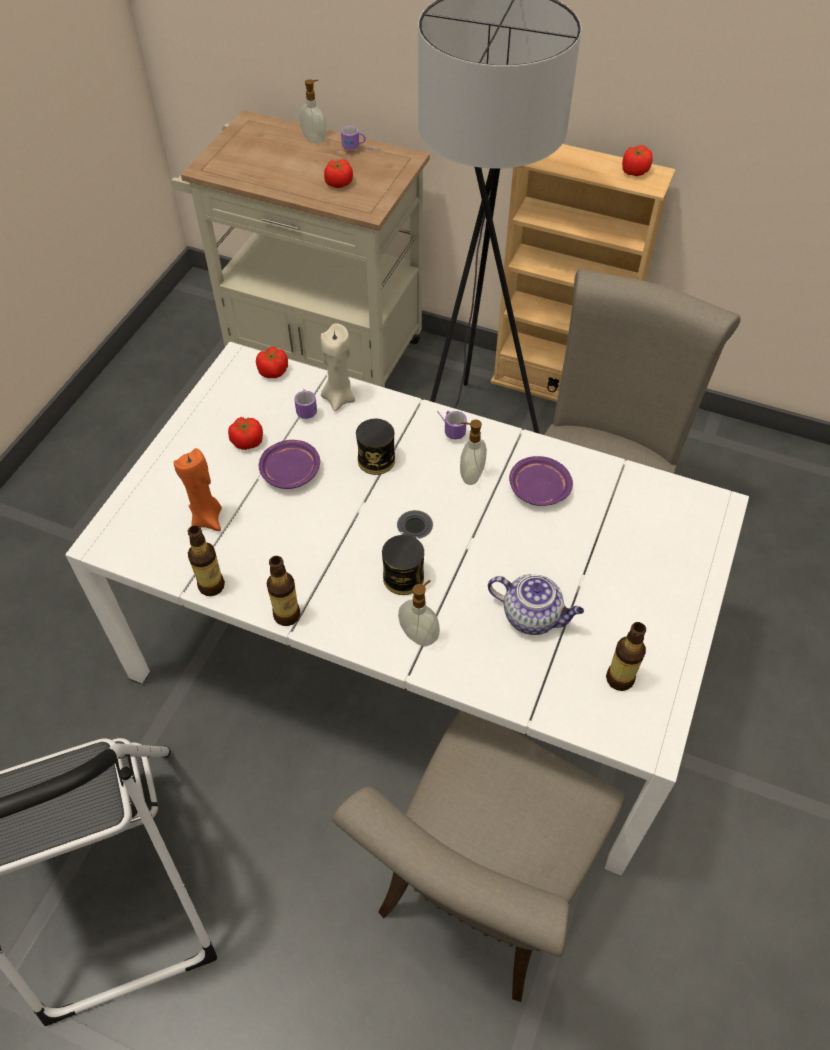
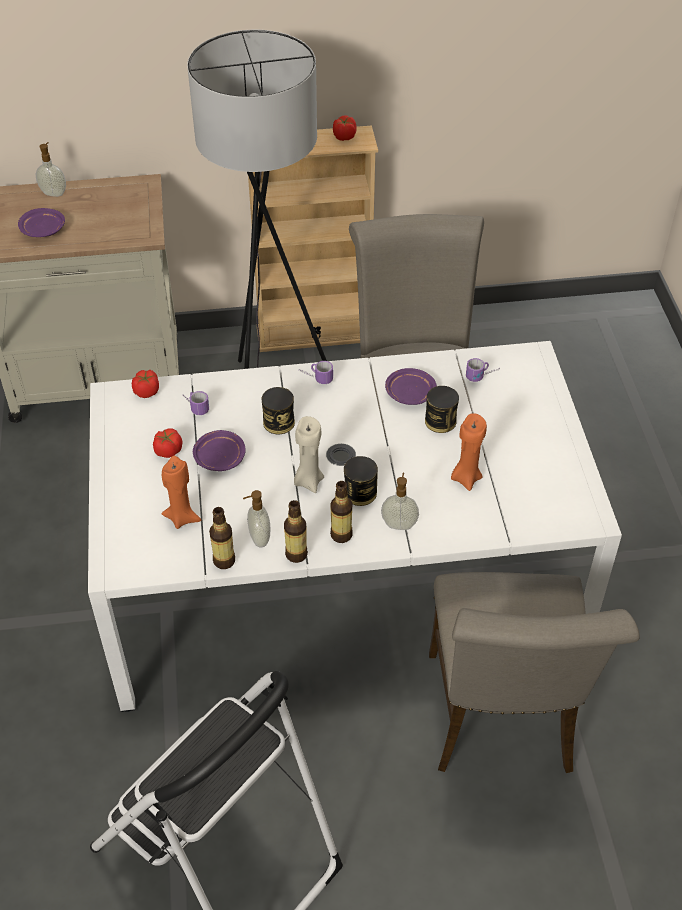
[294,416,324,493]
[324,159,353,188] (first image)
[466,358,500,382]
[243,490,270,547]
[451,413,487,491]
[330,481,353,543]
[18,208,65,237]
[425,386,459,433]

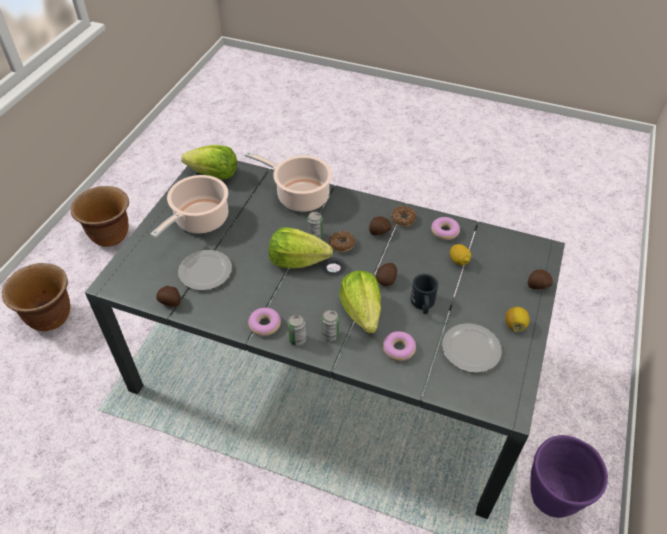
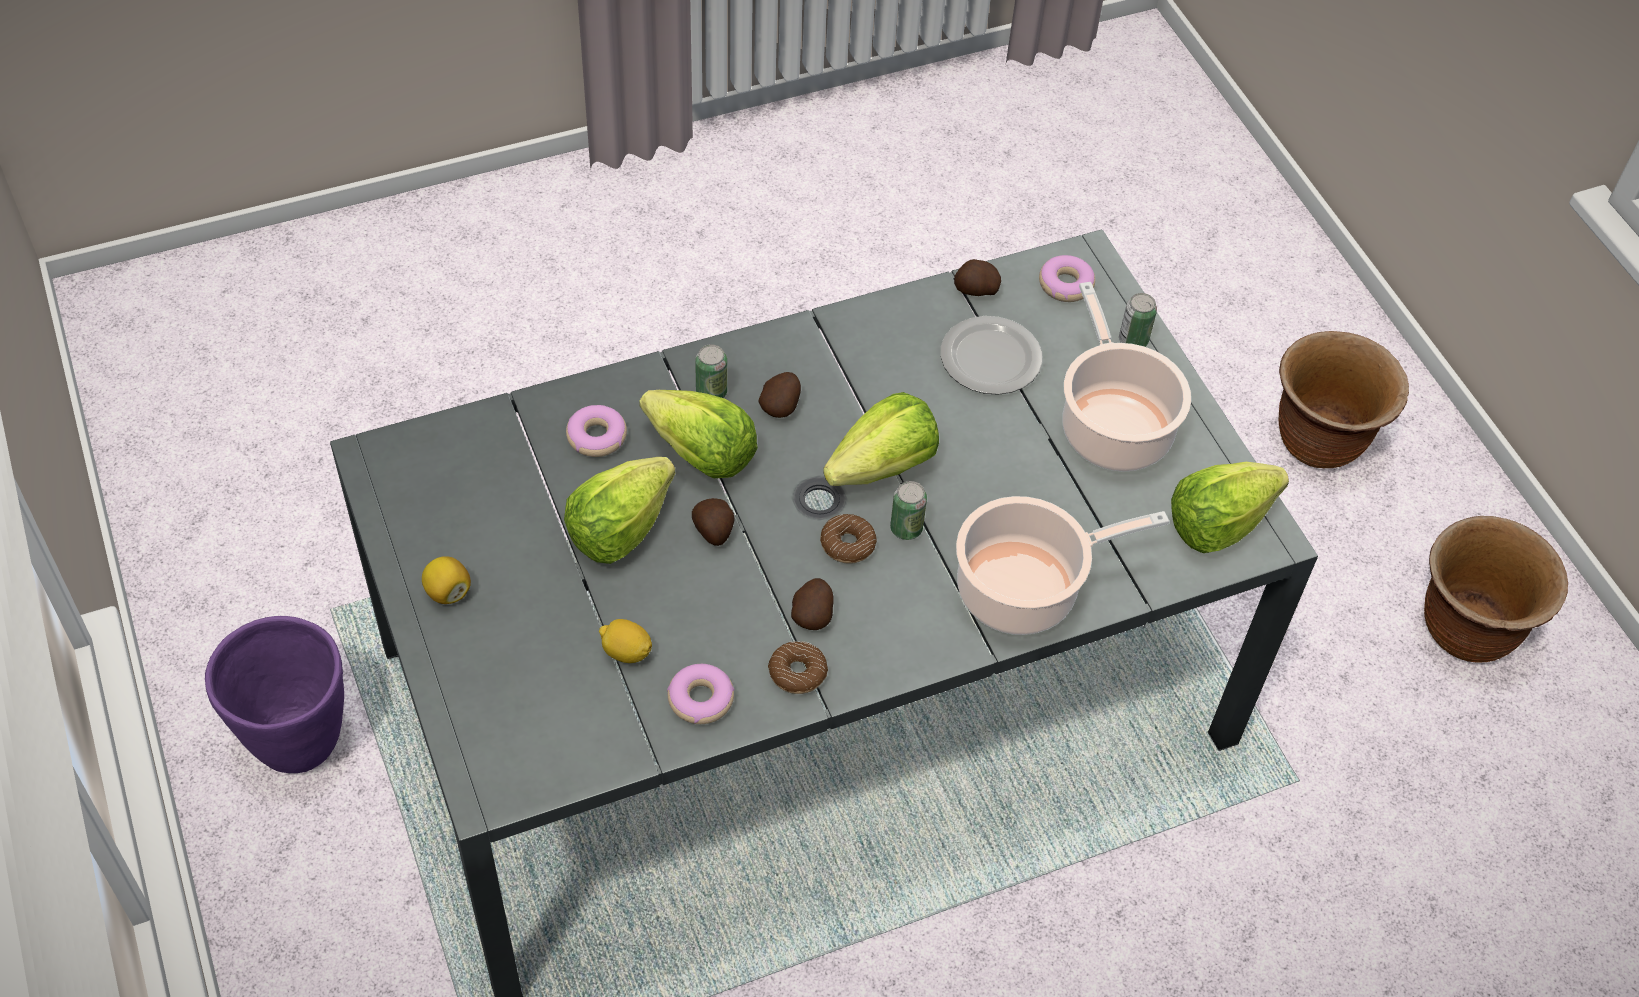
[1039,255,1095,302]
[1119,293,1157,347]
[564,457,675,564]
[442,323,502,373] (first image)
[758,372,801,418]

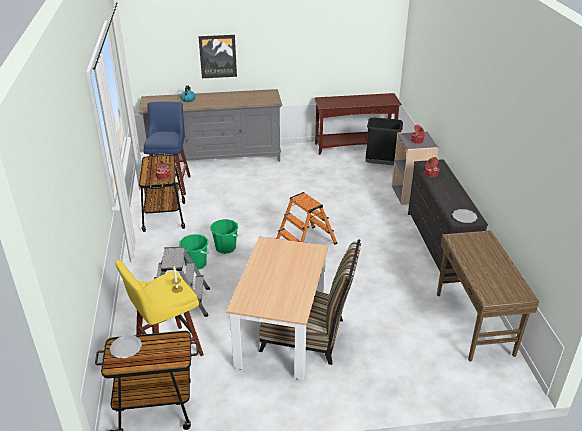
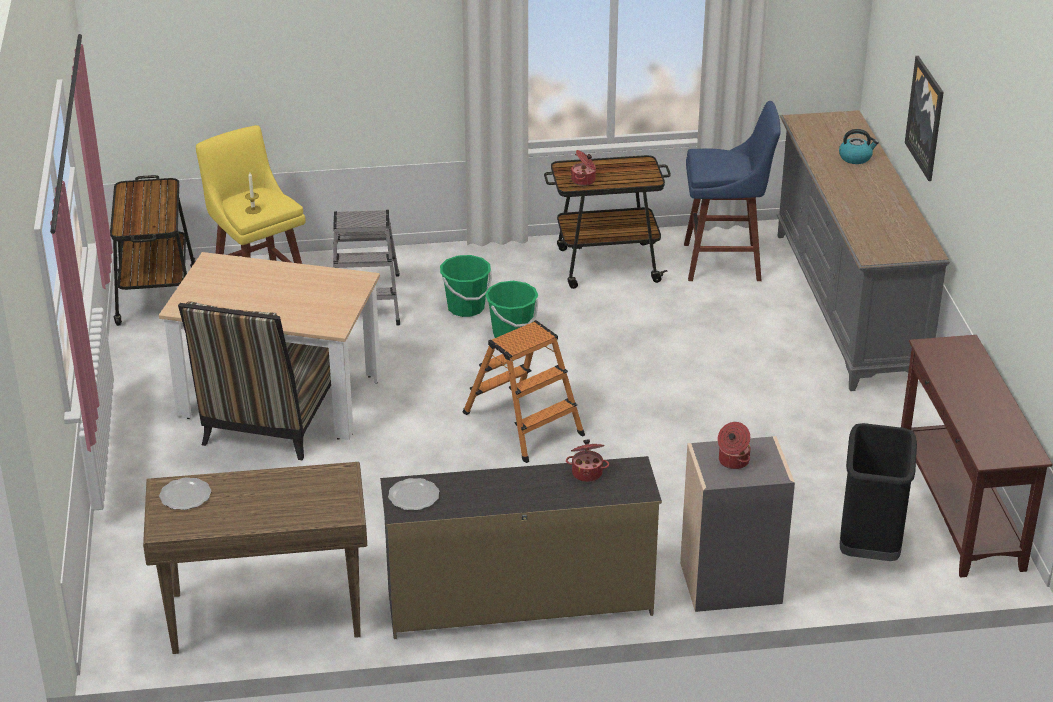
[159,477,211,510]

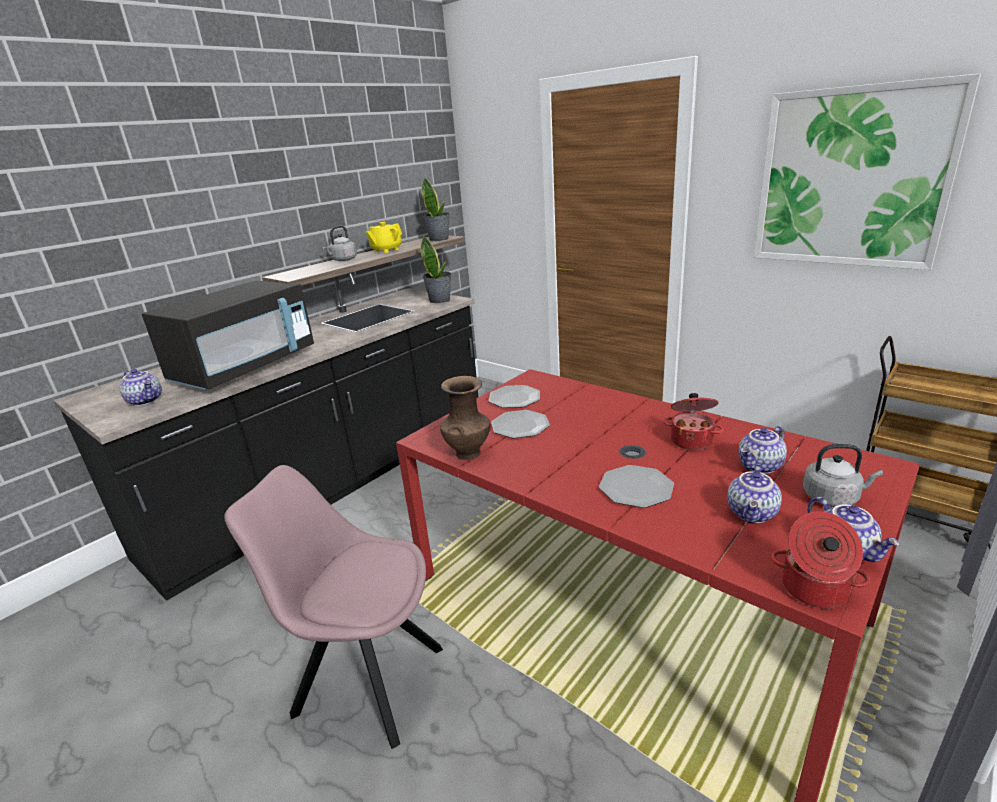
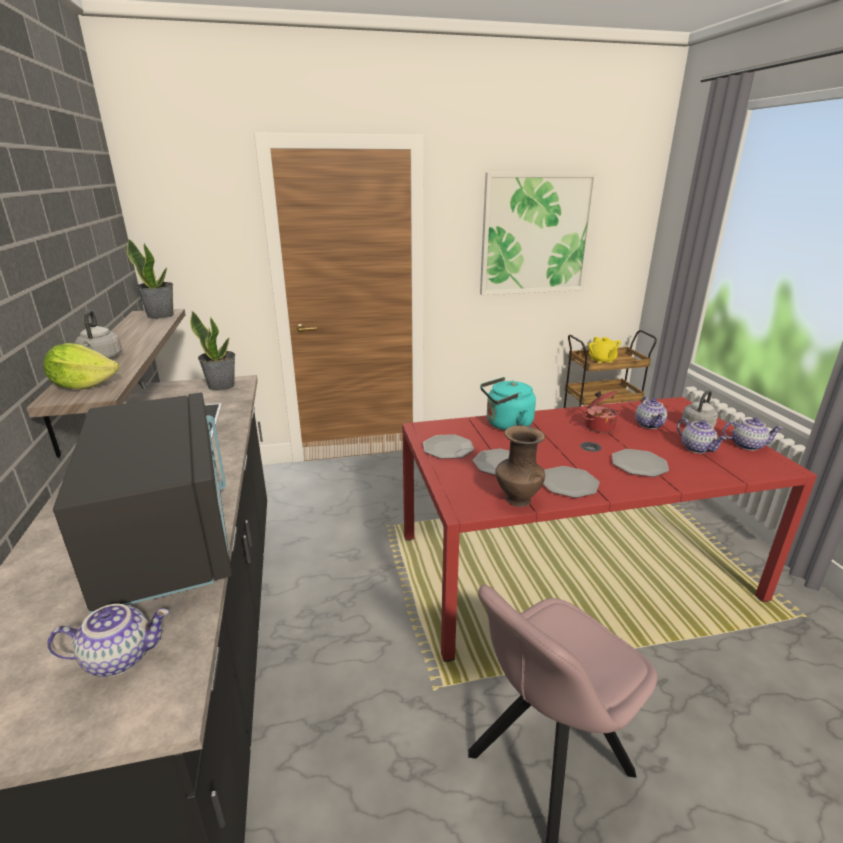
[588,337,621,363]
[771,511,870,609] (first image)
[43,343,119,389]
[480,377,536,430]
[543,466,600,498]

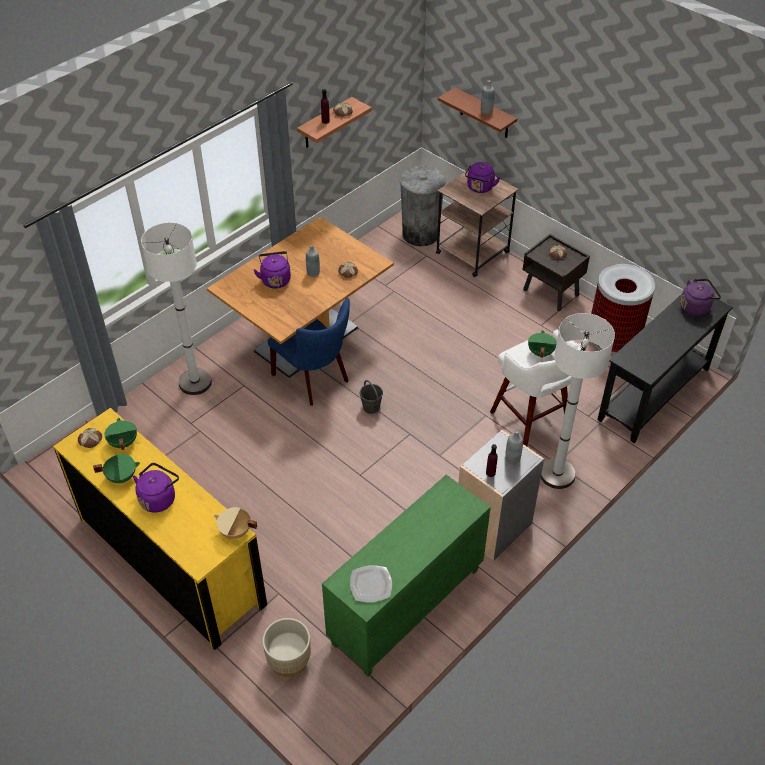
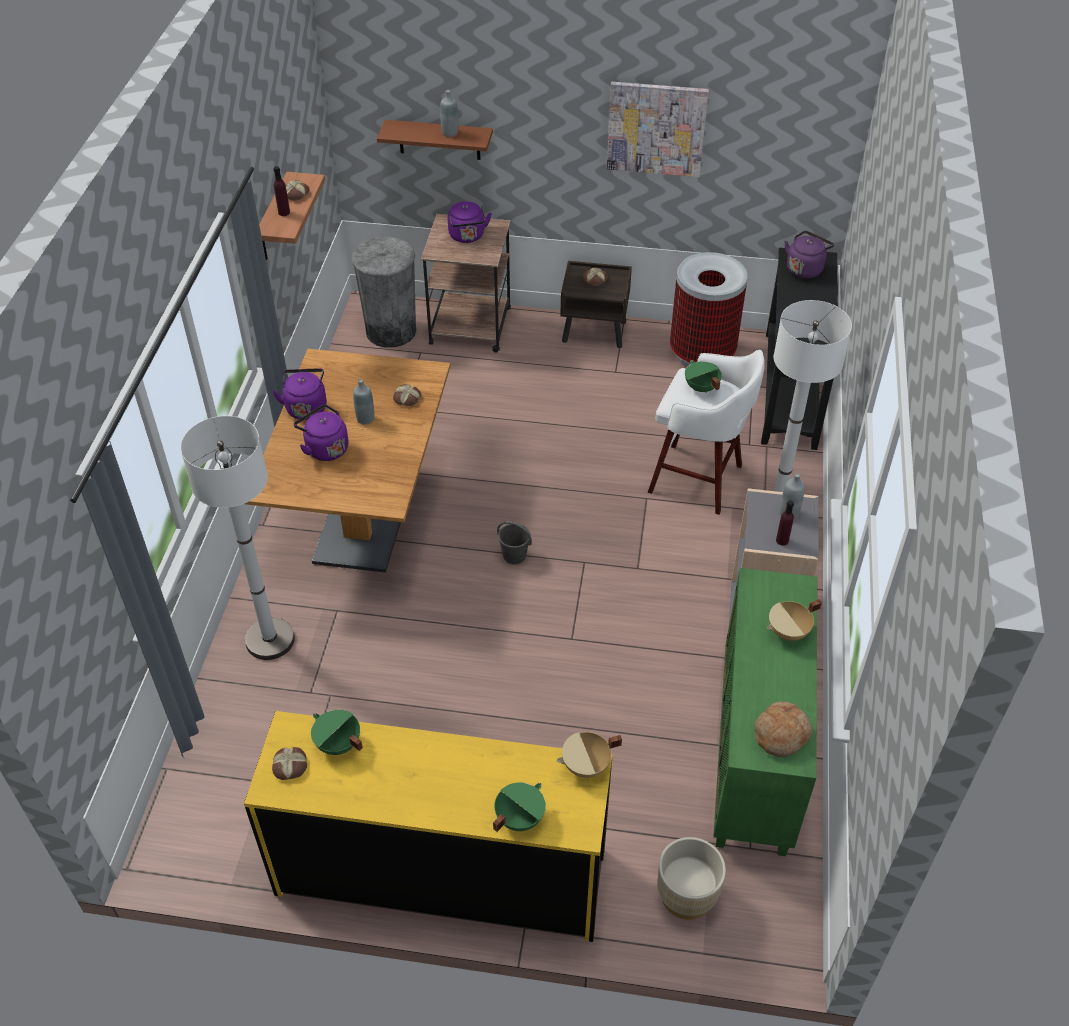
[493,782,546,832]
[273,368,327,420]
[268,298,350,406] (first image)
[755,701,812,757]
[607,82,709,177]
[767,599,822,641]

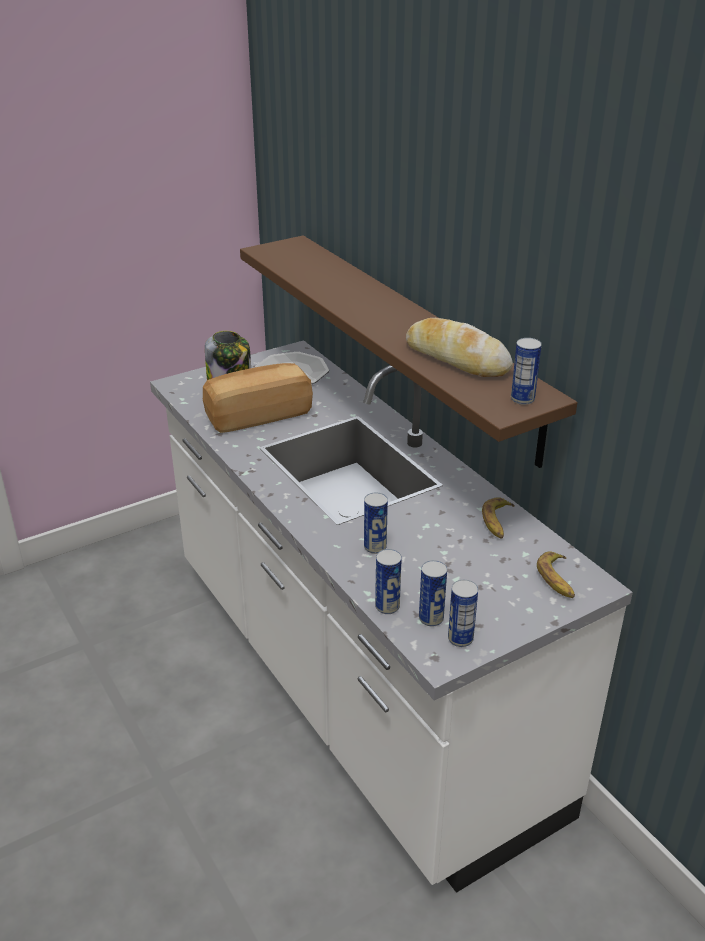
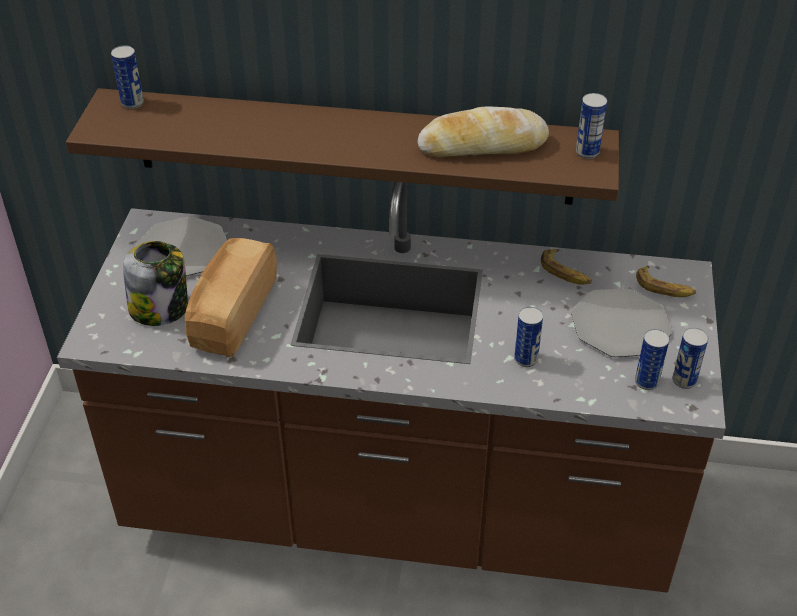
[57,182,726,593]
[111,45,144,109]
[571,288,672,357]

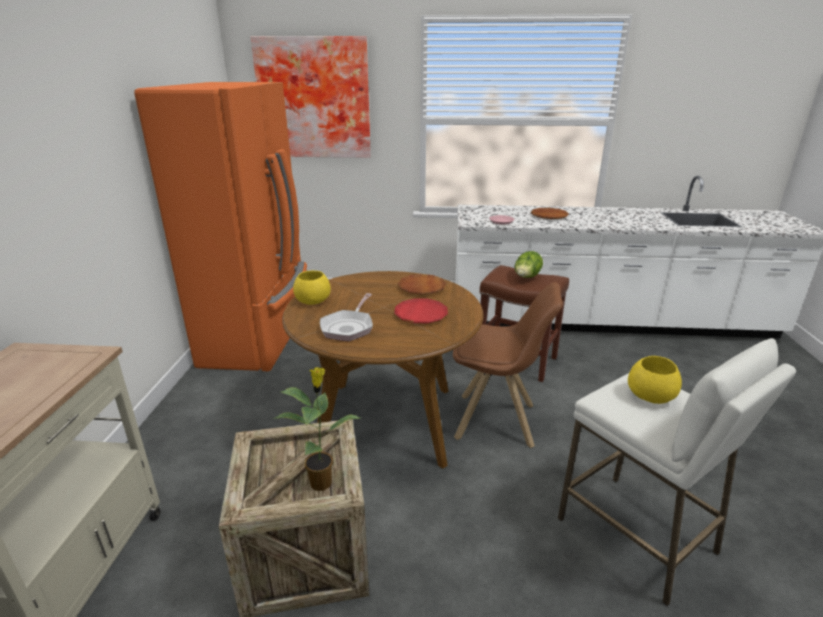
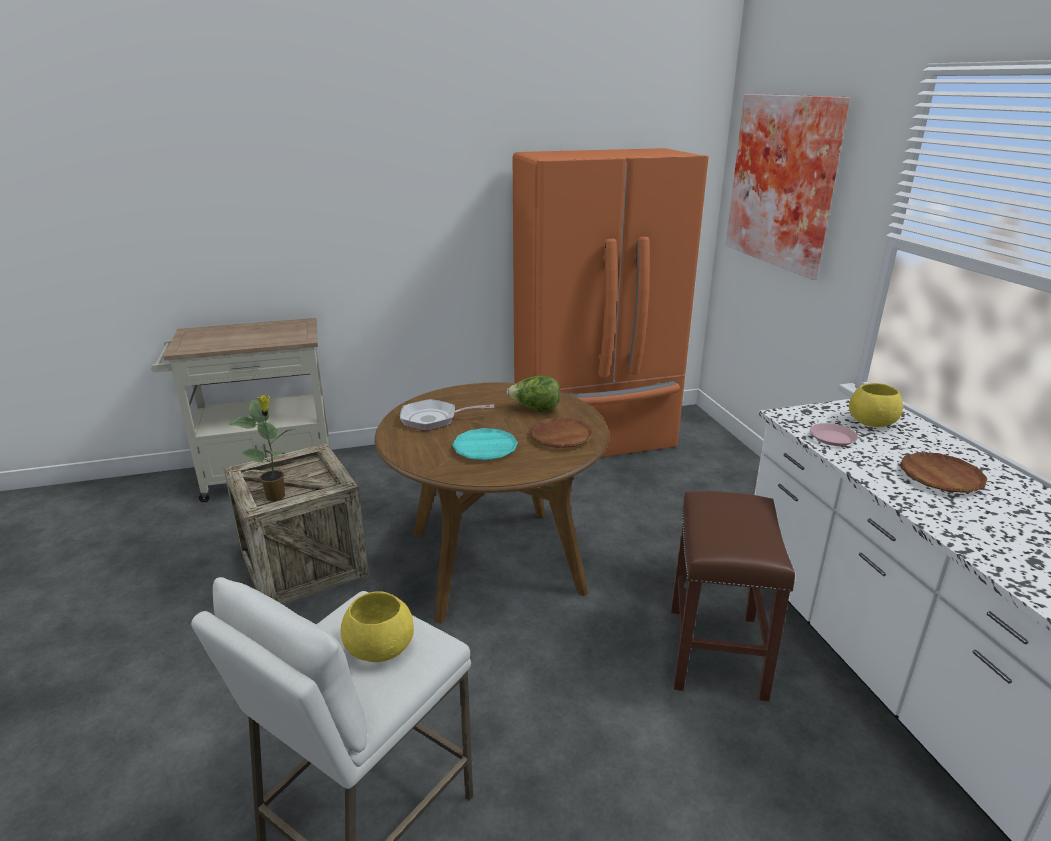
[849,383,903,427]
[452,428,518,460]
[453,282,563,448] (first image)
[506,375,560,411]

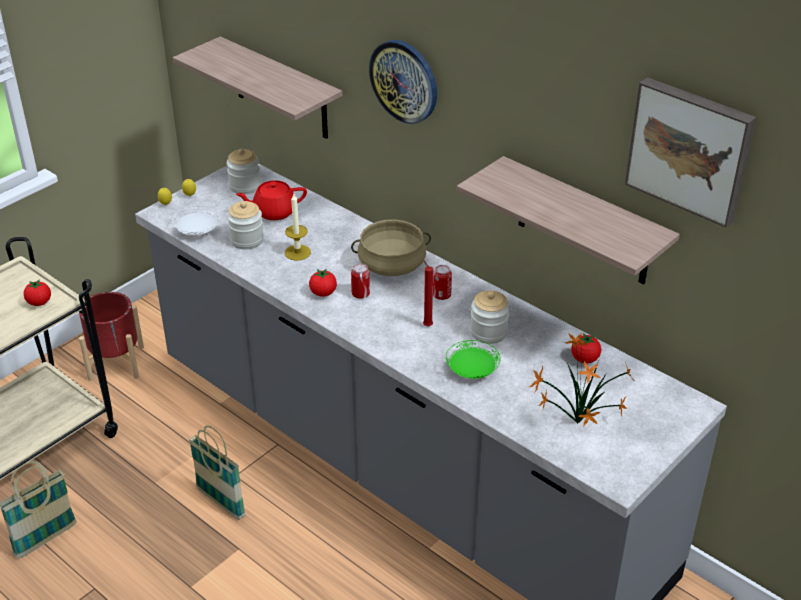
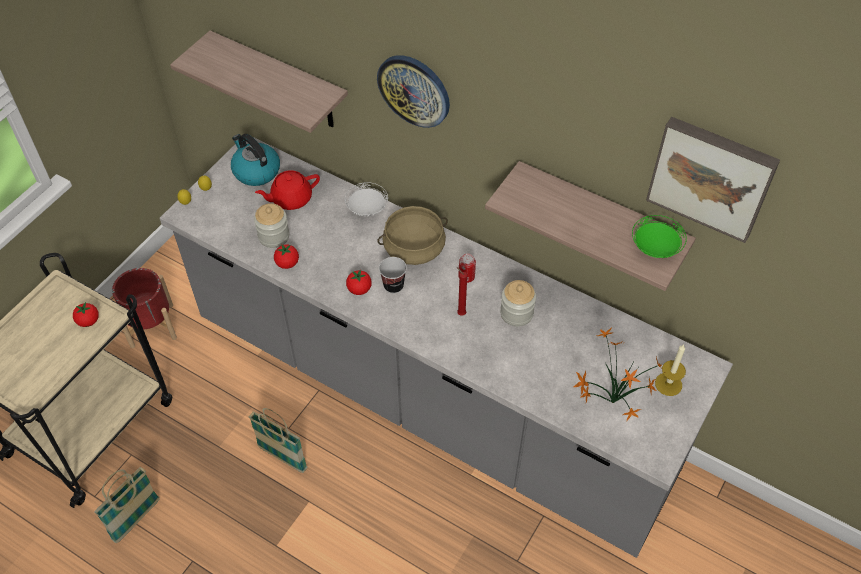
[345,182,388,216]
[231,134,280,186]
[655,344,686,396]
[379,257,407,293]
[632,215,687,258]
[274,244,299,269]

